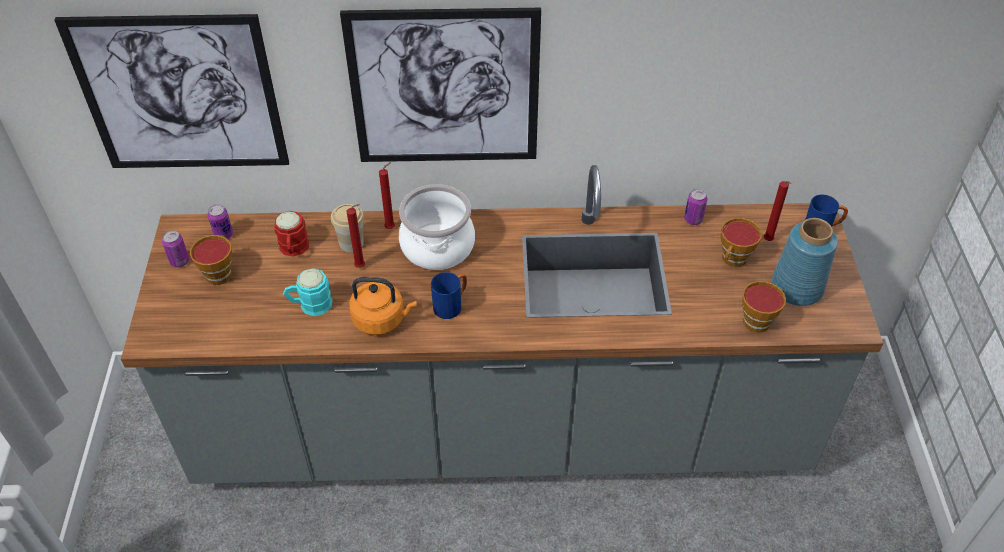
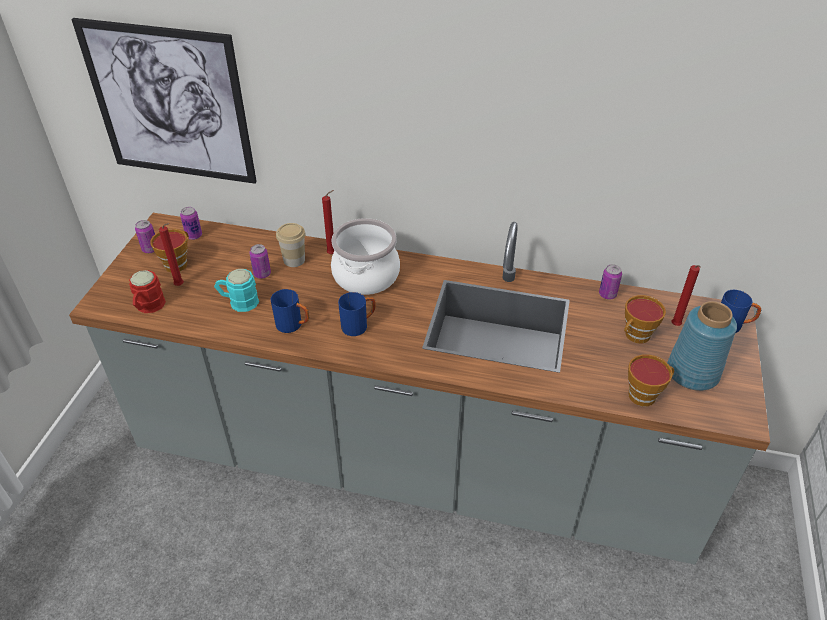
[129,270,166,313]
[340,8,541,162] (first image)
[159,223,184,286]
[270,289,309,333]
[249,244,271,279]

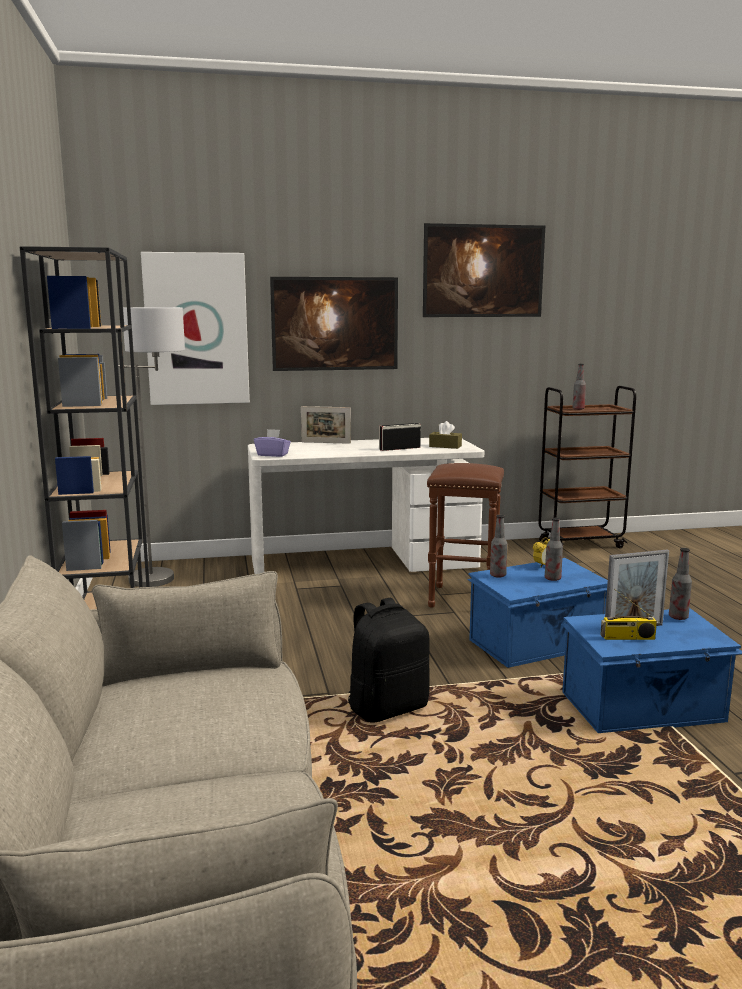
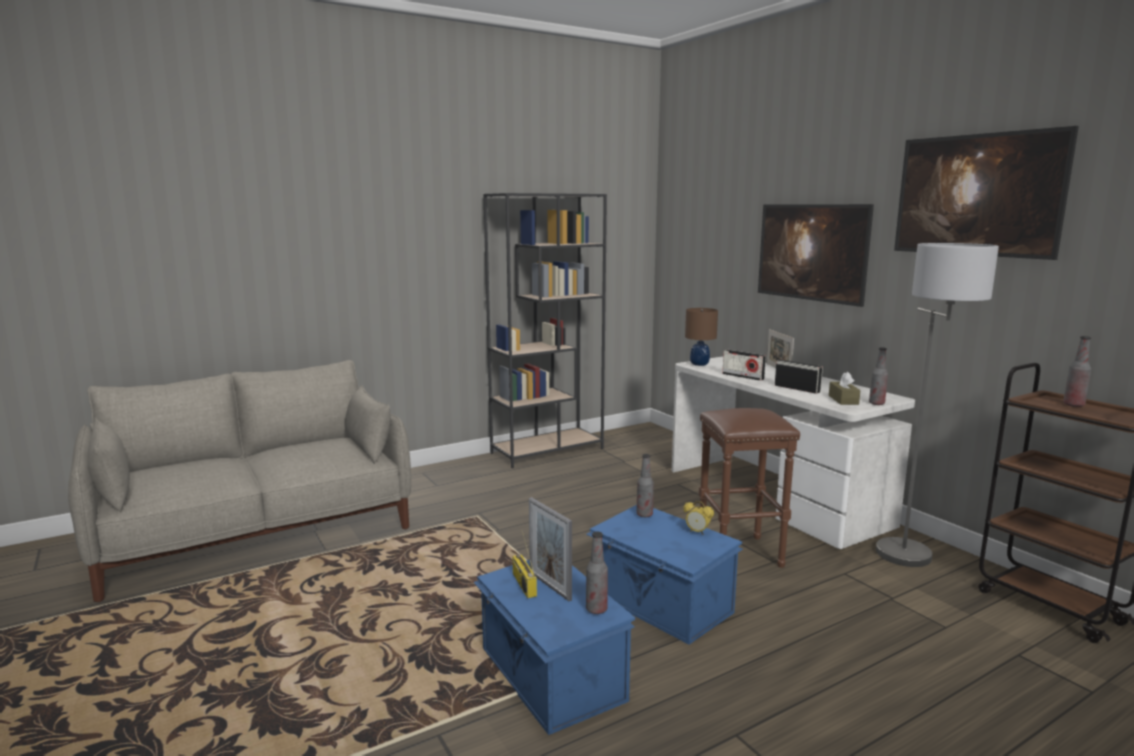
[876,243,999,567]
[141,252,250,405] (first image)
[685,308,718,366]
[348,598,430,723] (first image)
[869,347,888,405]
[722,350,766,381]

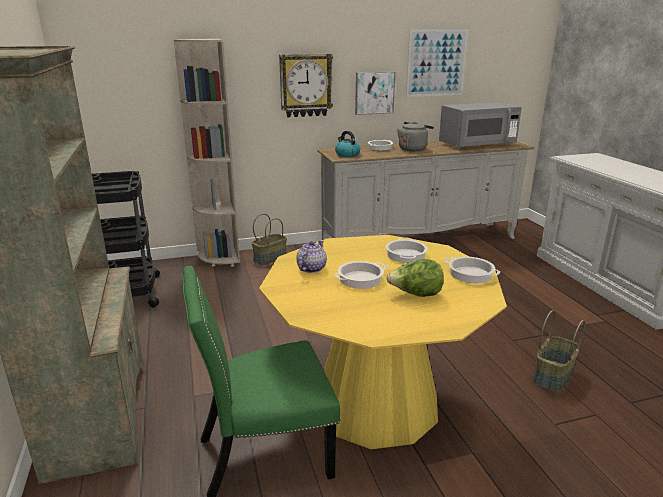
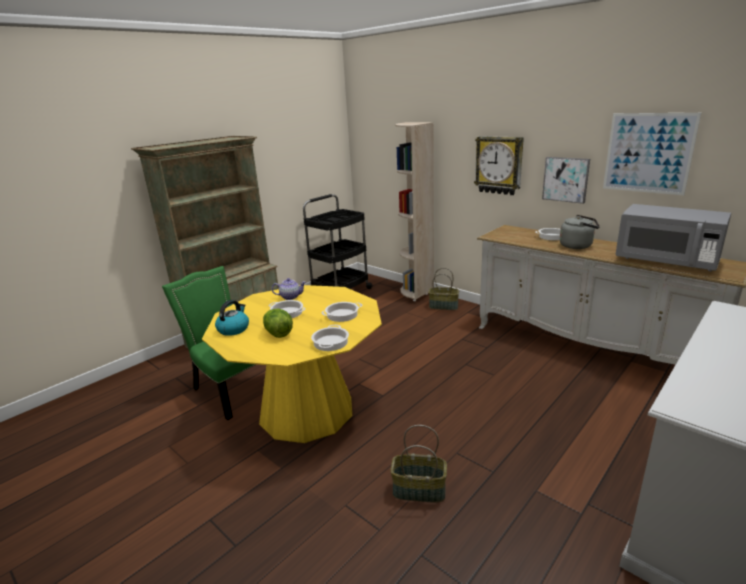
[215,300,249,336]

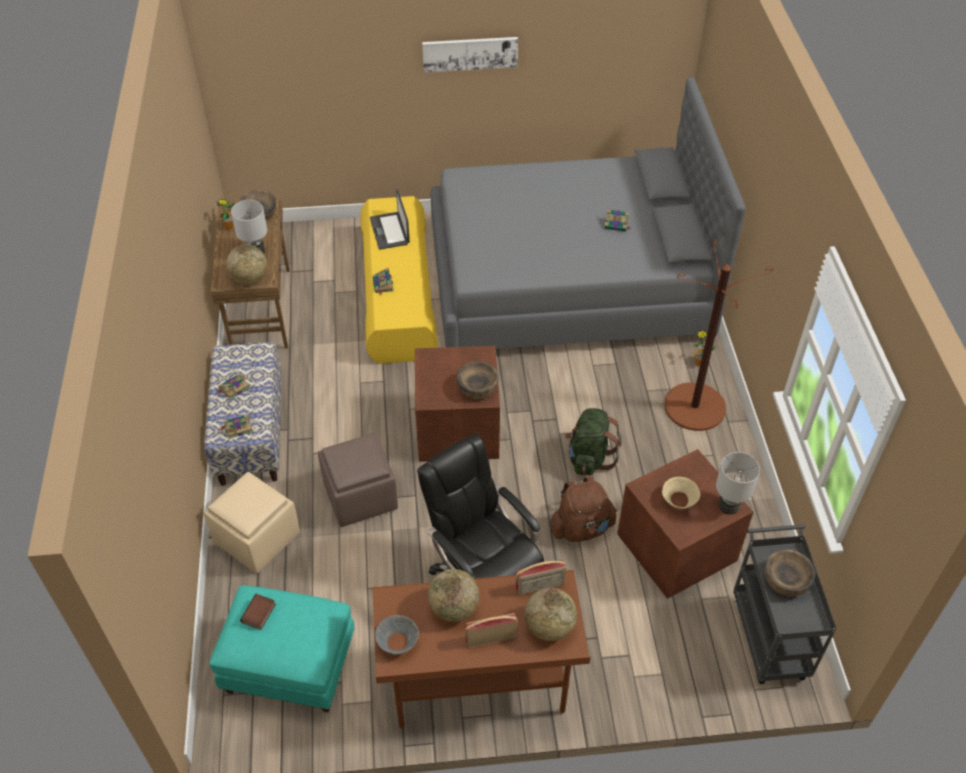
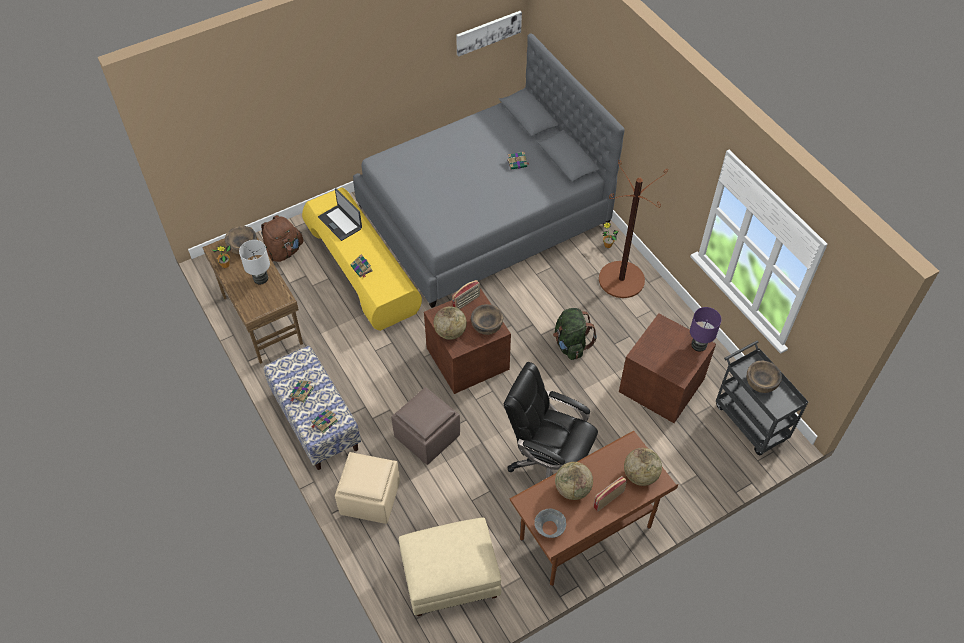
[399,517,501,616]
[434,306,467,340]
[240,594,276,630] (first image)
[456,11,522,57]
[452,280,480,309]
[261,215,303,262]
[662,477,700,509] (first image)
[690,307,721,352]

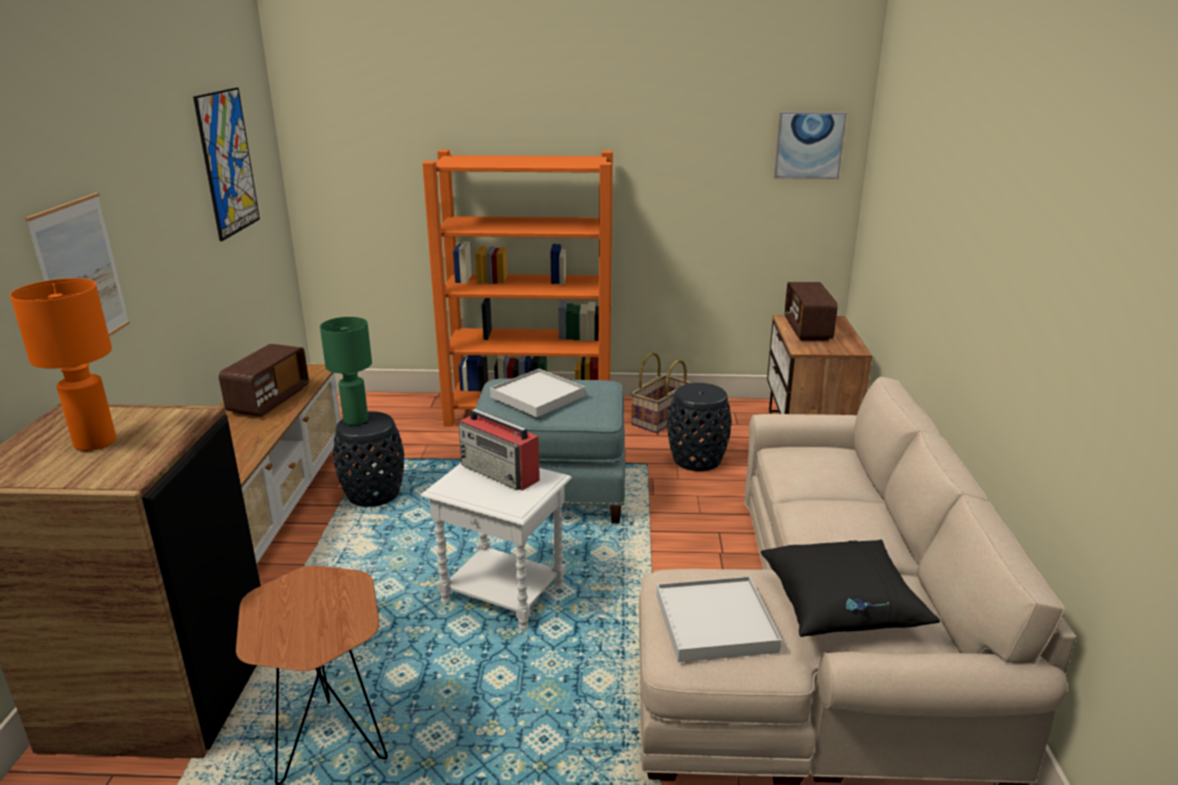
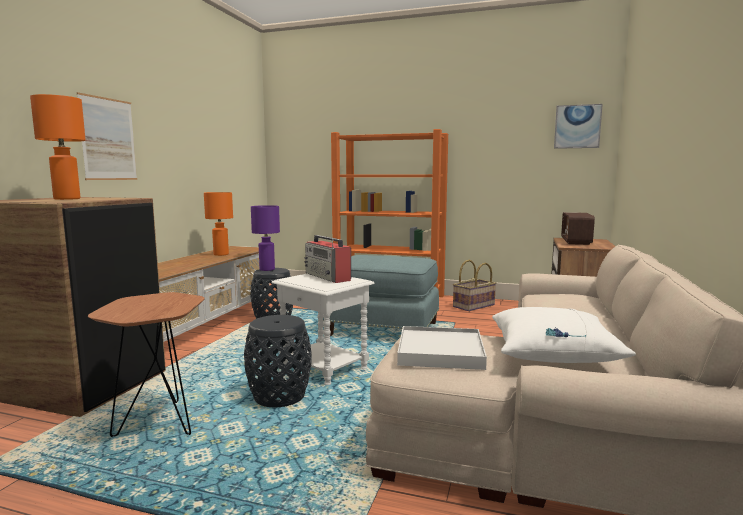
[193,87,260,241] (first image)
[204,192,233,256]
[251,205,280,271]
[490,369,585,417] (first image)
[244,315,312,407]
[492,307,636,363]

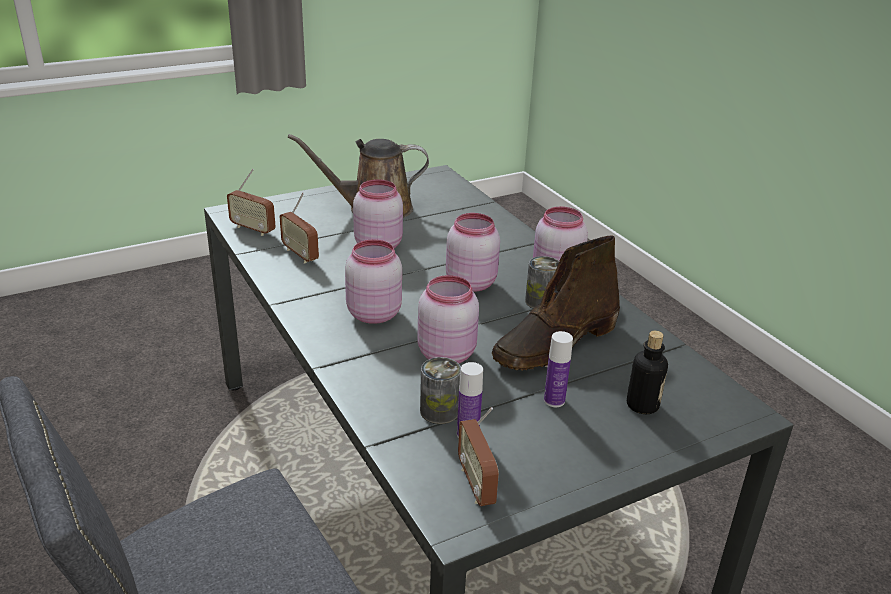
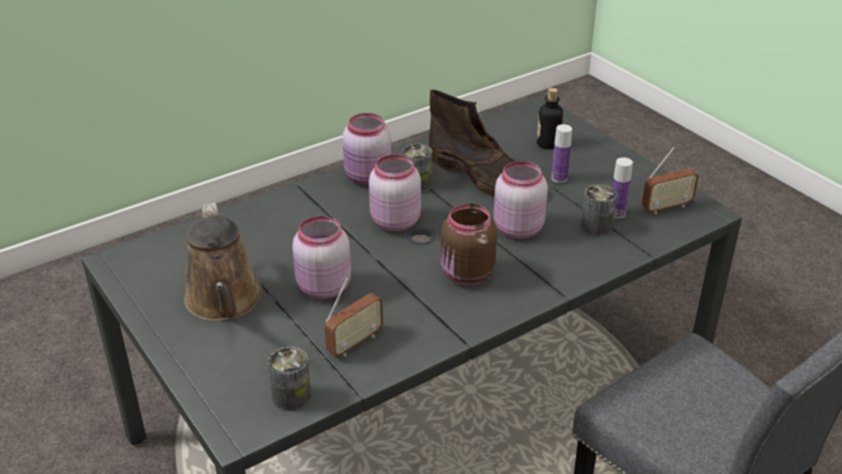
[268,347,311,411]
[441,204,497,286]

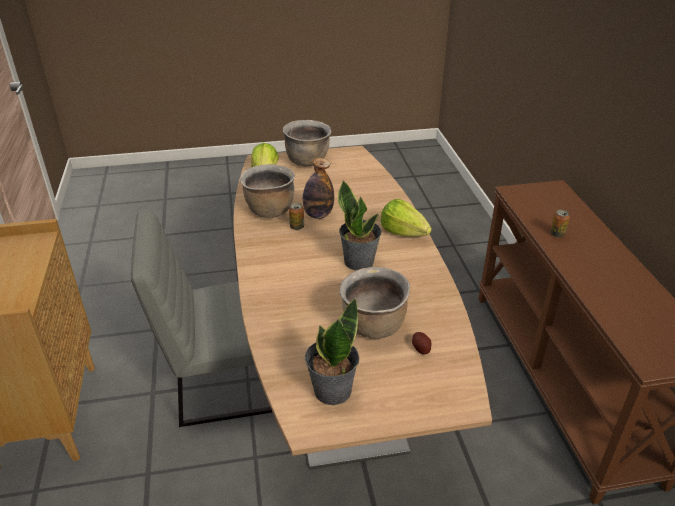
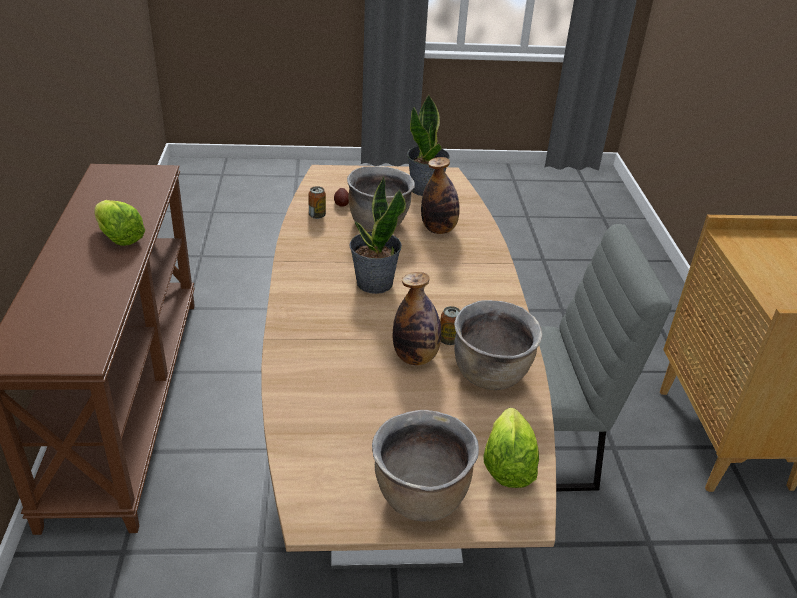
[95,200,145,246]
[309,186,326,219]
[421,157,460,234]

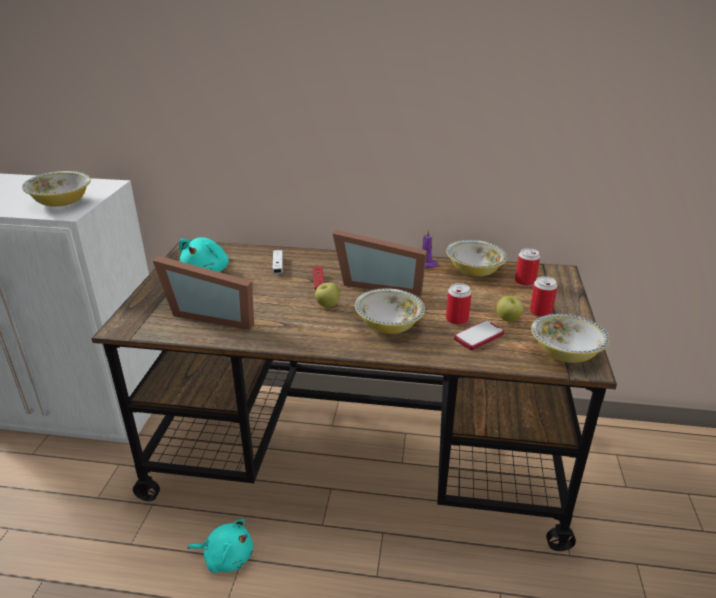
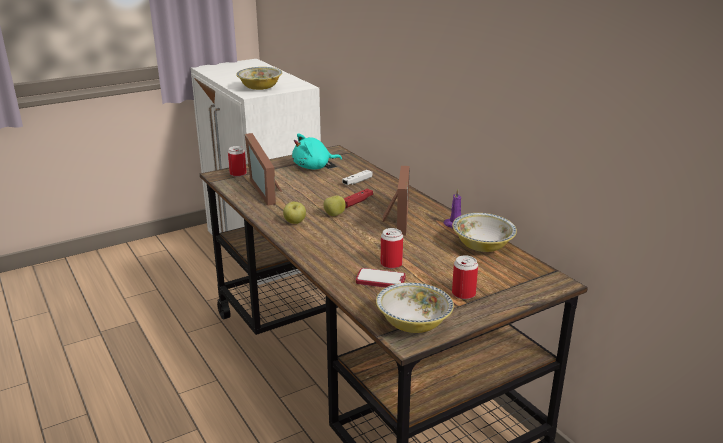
[188,519,253,573] (first image)
[382,166,410,236]
[355,288,425,334] (first image)
[283,202,306,224]
[228,146,247,177]

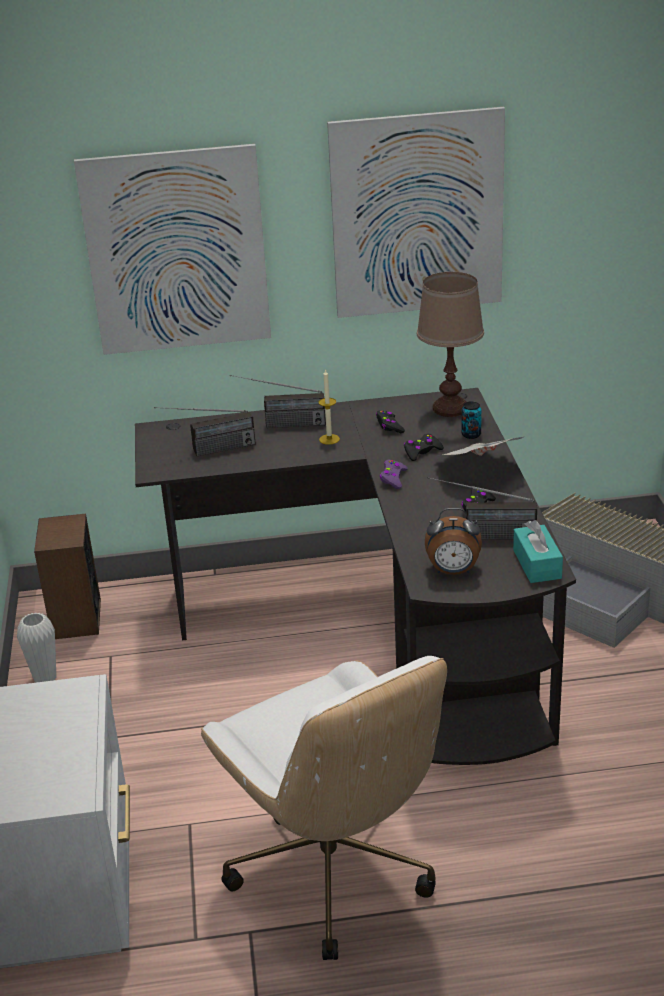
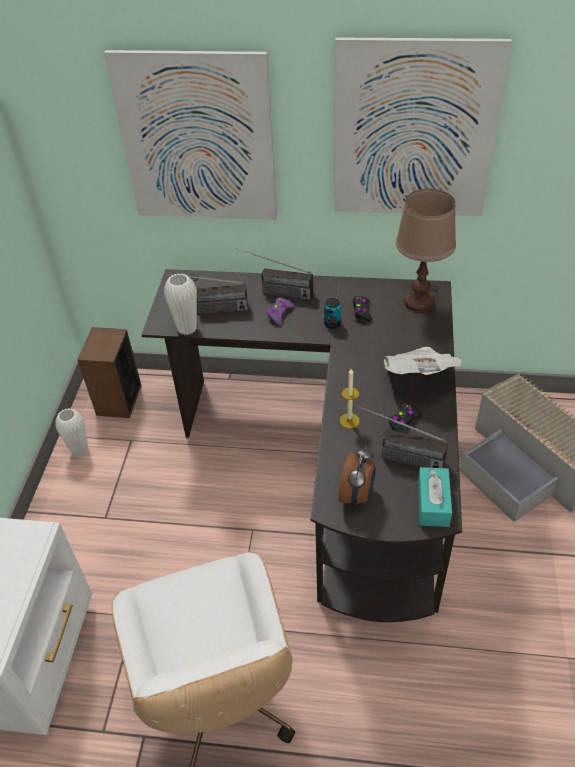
[340,369,360,428]
[266,297,294,325]
[404,434,444,461] (first image)
[338,446,376,506]
[324,298,341,329]
[164,273,197,335]

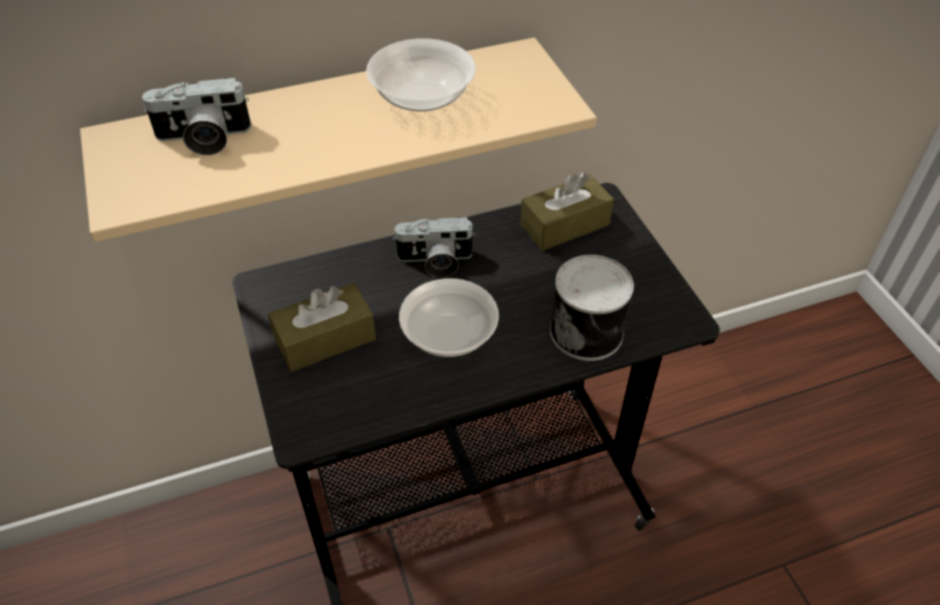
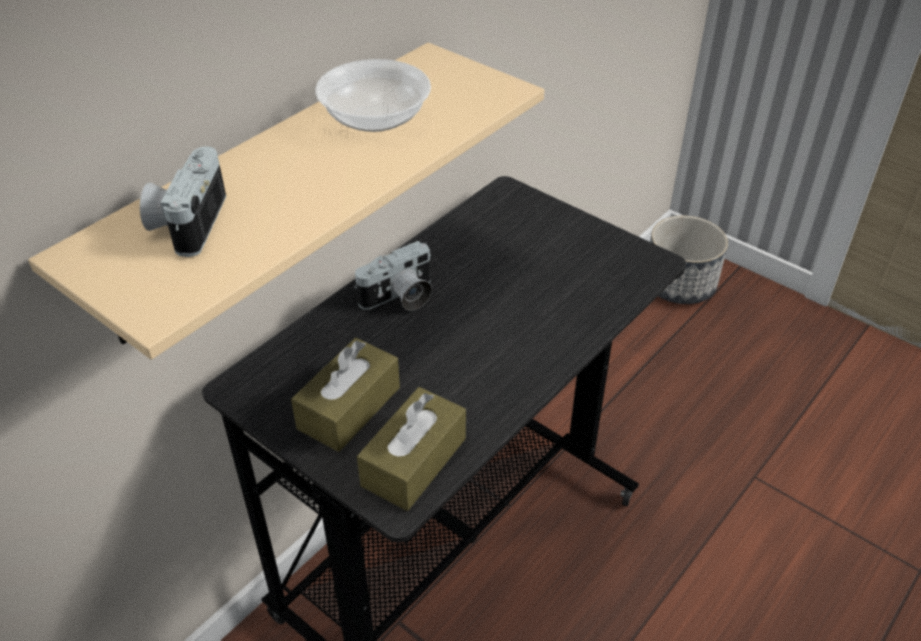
[140,146,226,257]
[399,278,499,357] (first image)
[357,387,466,511]
[550,255,634,361] (first image)
[650,216,728,304]

